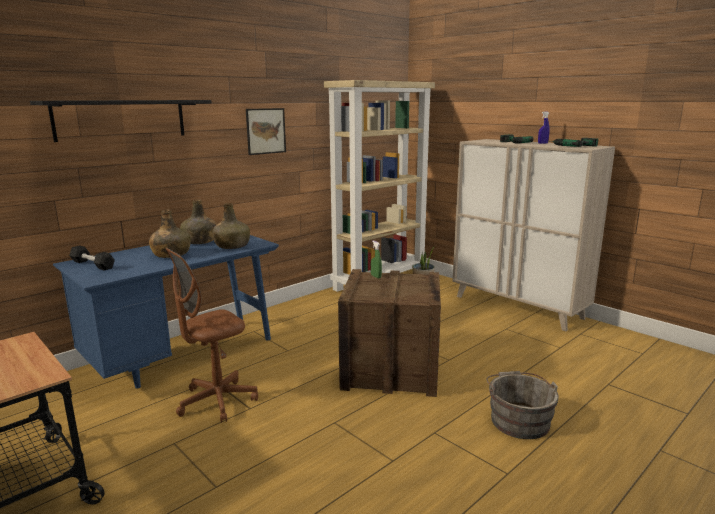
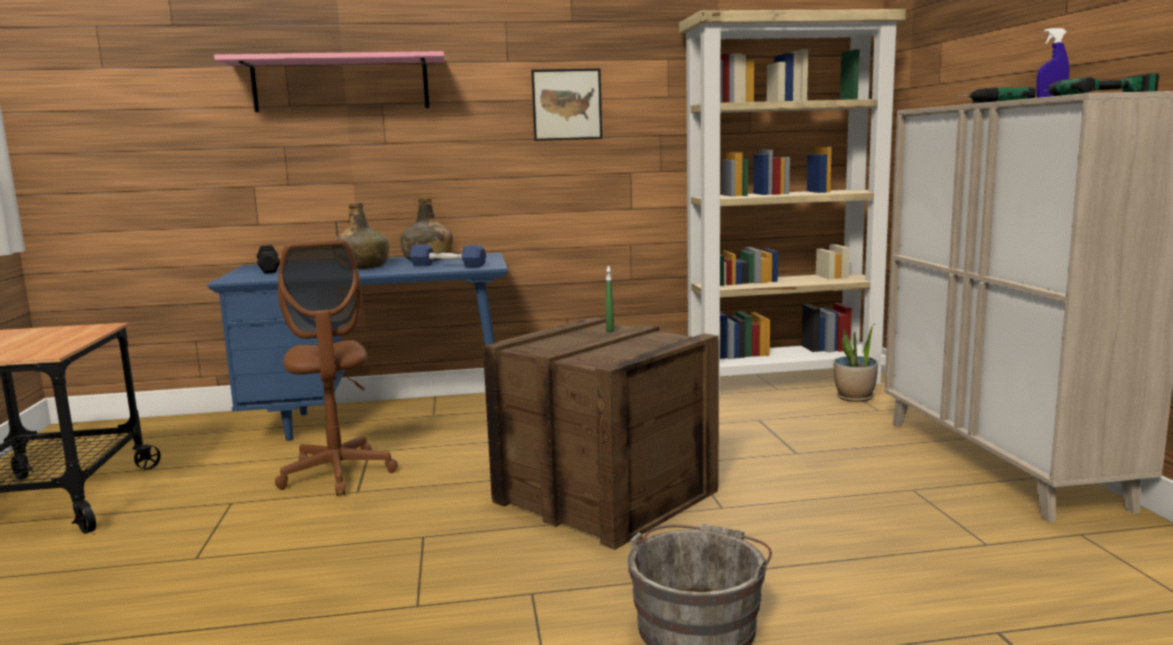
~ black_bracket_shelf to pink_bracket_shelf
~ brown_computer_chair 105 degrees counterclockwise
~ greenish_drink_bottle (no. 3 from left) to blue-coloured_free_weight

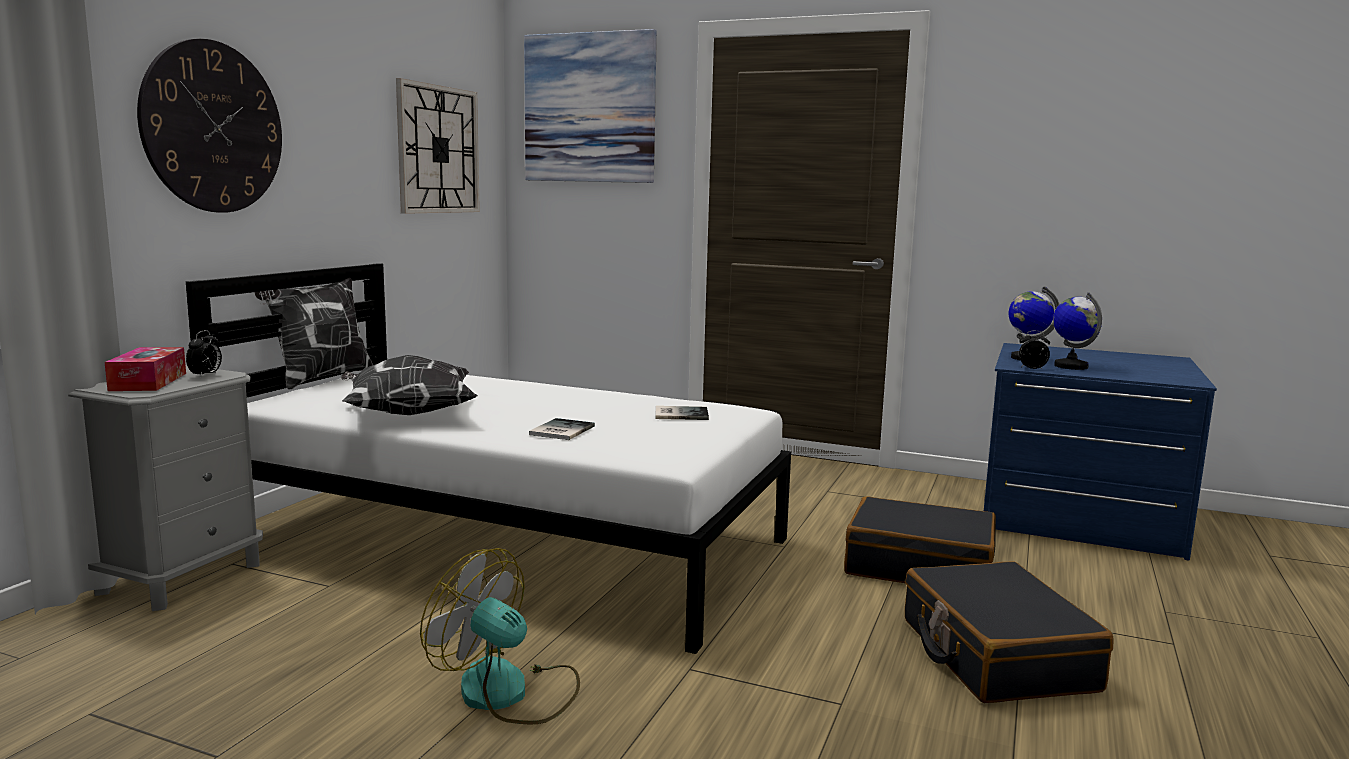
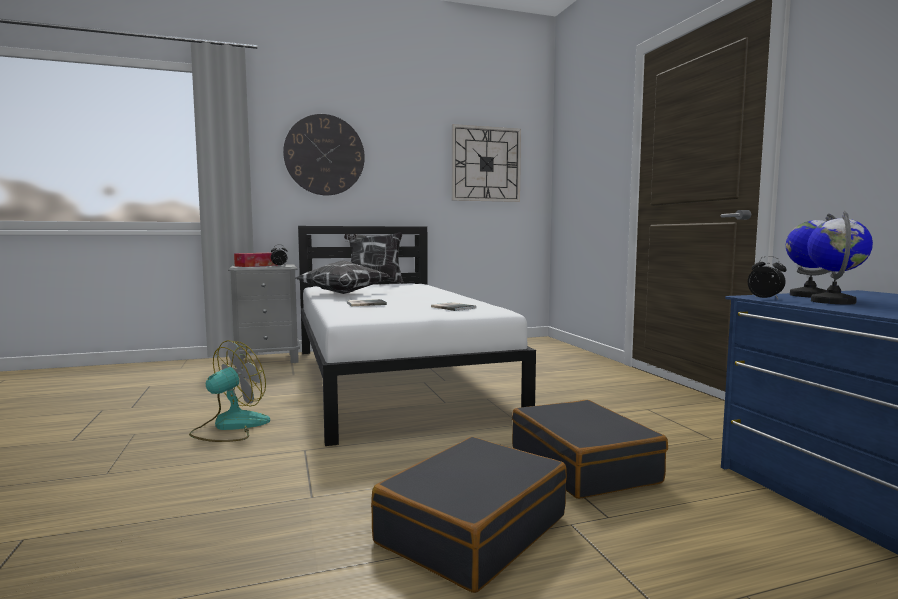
~ fan 45 degrees clockwise
- wall_picture

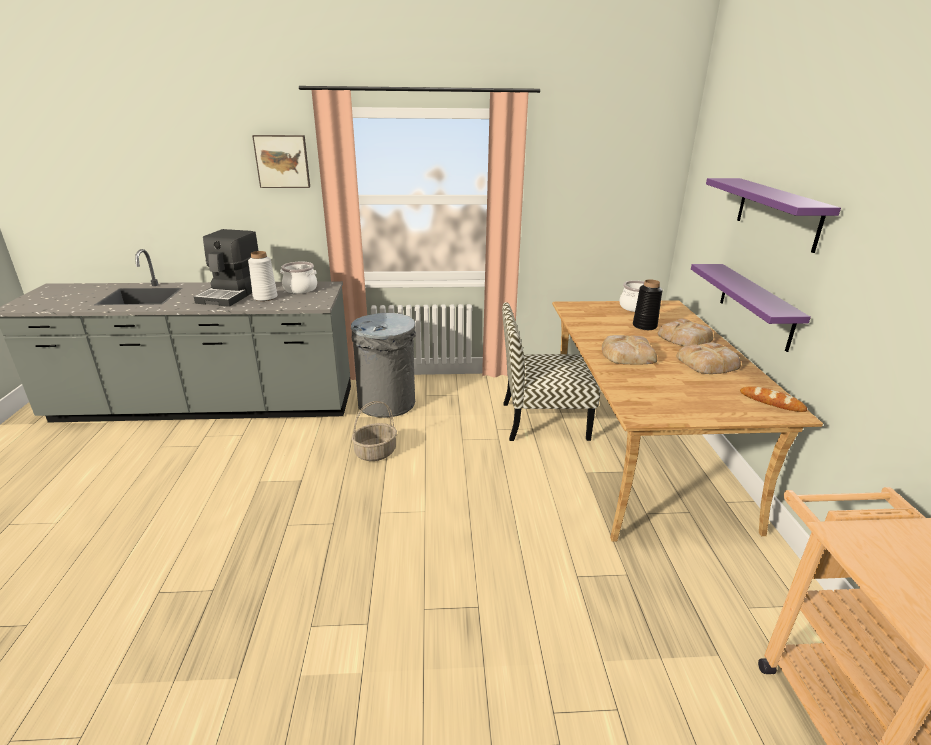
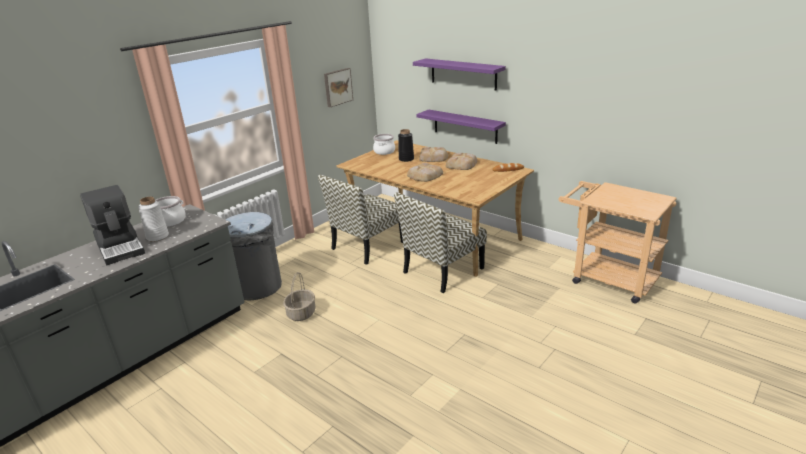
~ wall_picture
+ plain_chair (no. 2 from left)

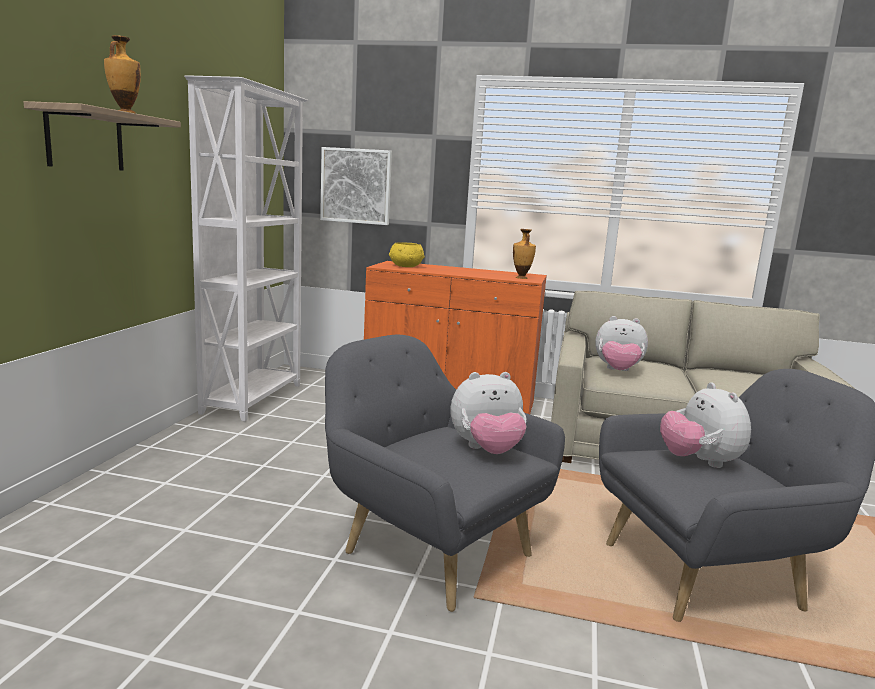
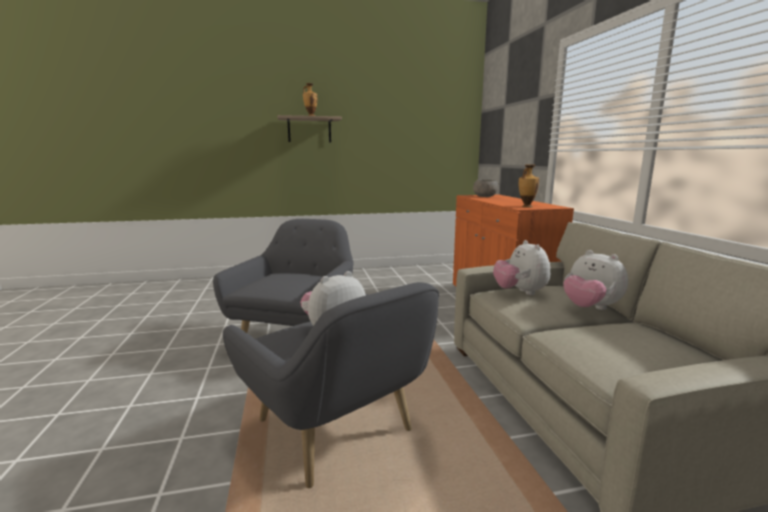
~ yellow-coloured_serving_bowl to gray_serving_bowl
~ cuddly_toy (no. 1 from left in the first image) to cuddly_toy (no. 3 from left)
- whitish_shelving_unit
- wall_picture

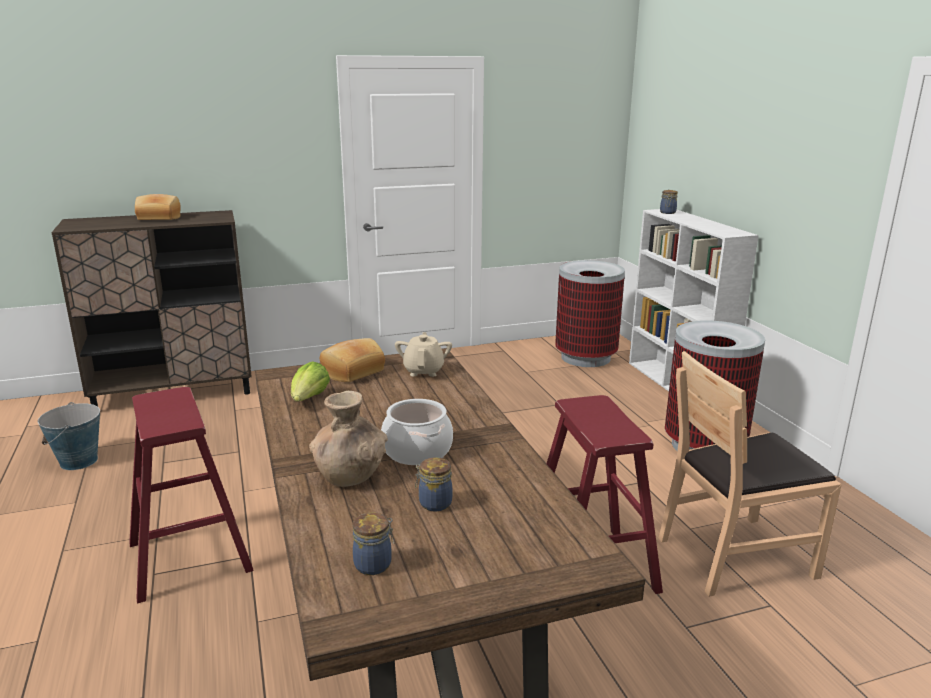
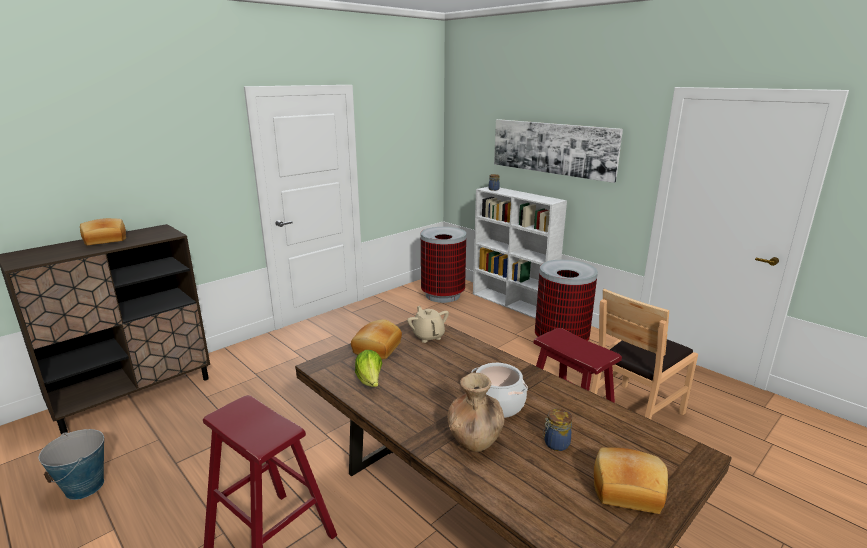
+ wall_picture
+ baked_bread (no. 3 from left)
- jar (no. 1 from left)

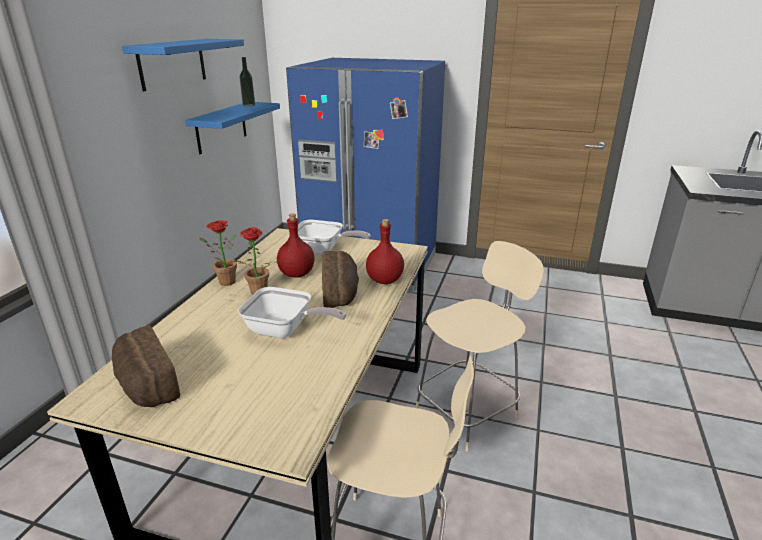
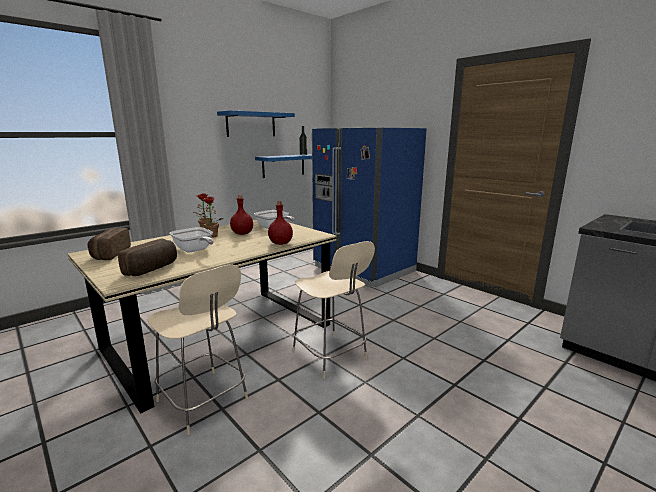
~ baked_bread (no. 2 from left)
~ sand-coloured_plain_chair (no. 2 from left) 60 degrees clockwise

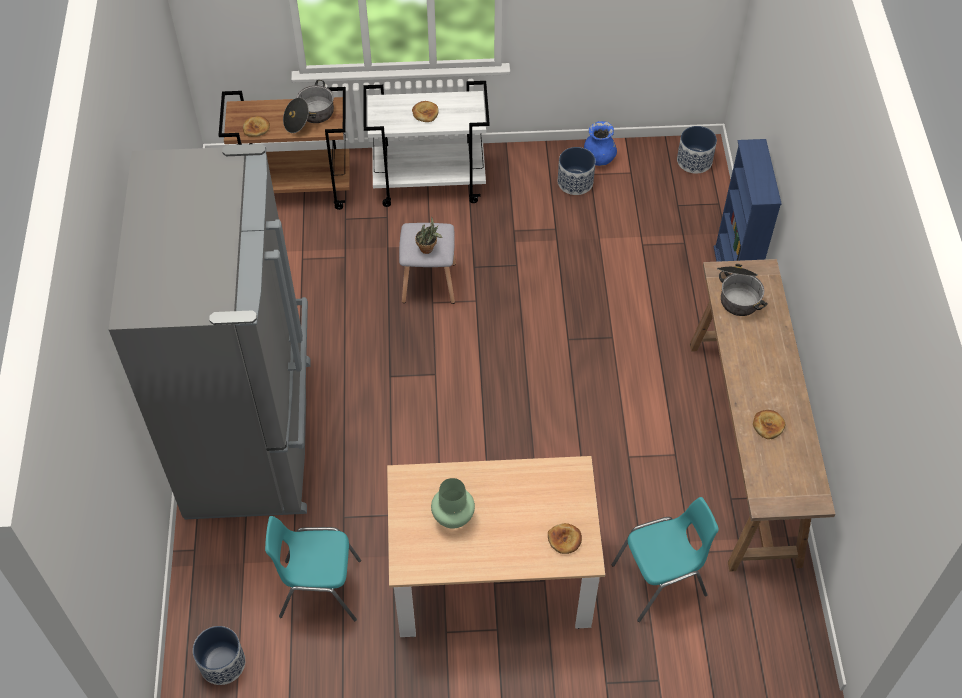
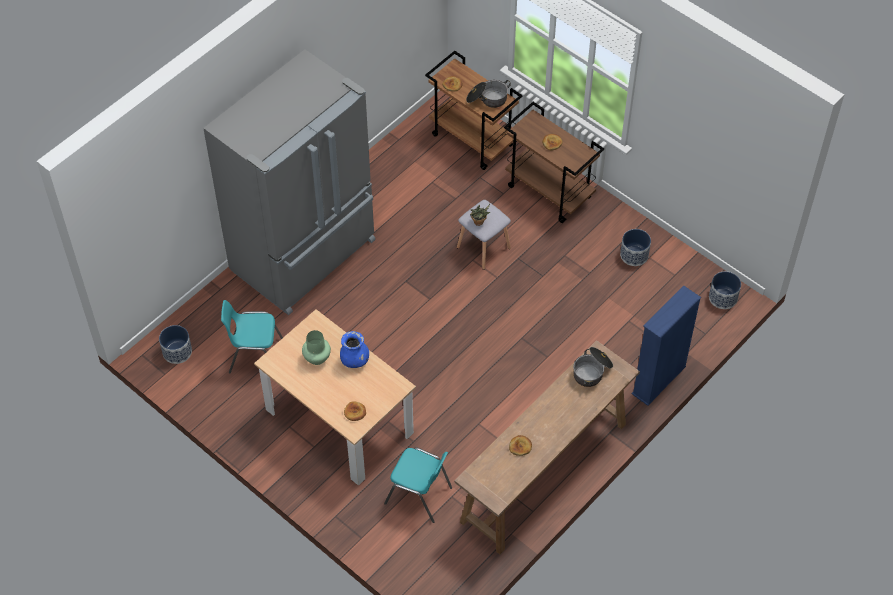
~ turquoise_plain_chair (no. 1 from left) 45 degrees counterclockwise
~ blue-coloured_flower_vase
~ whitish_cart to brown_cart (no. 2 from left)

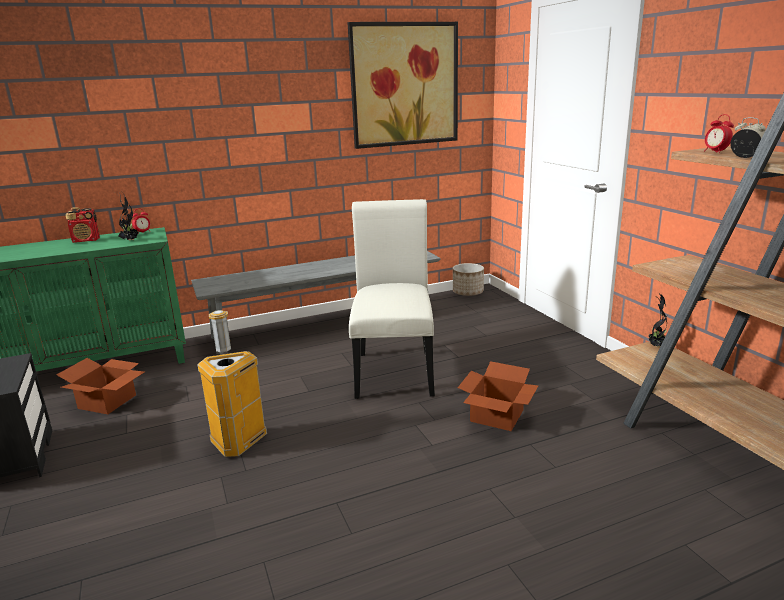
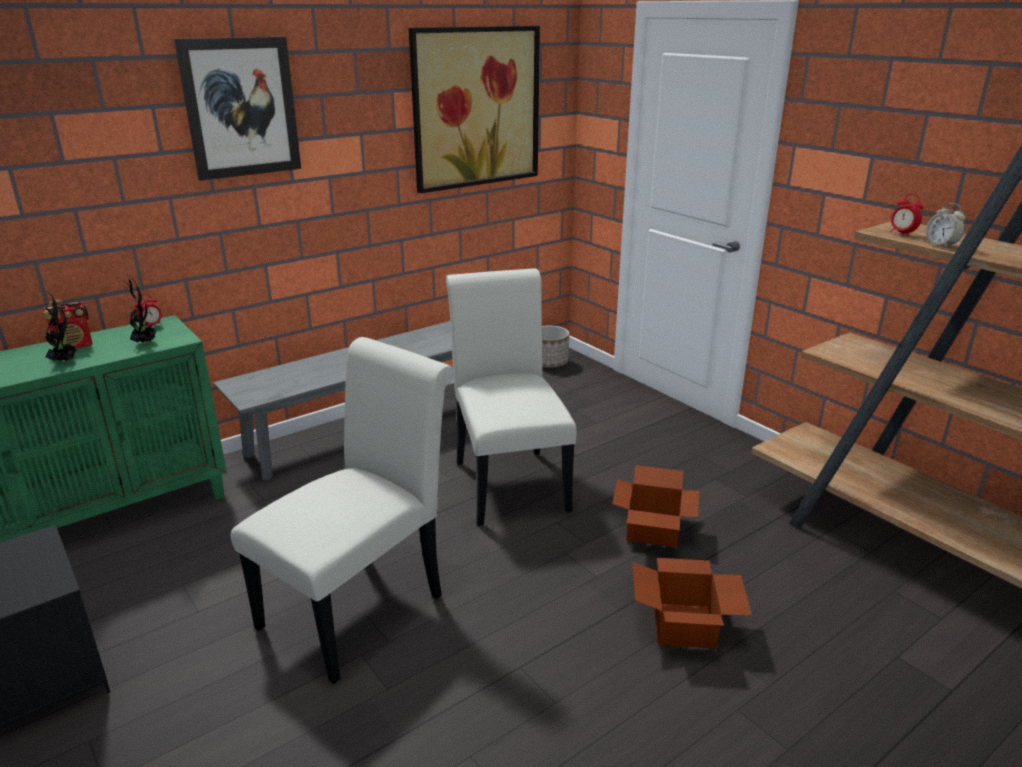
~ potted_plant (no. 2 from left in the first image) to potted_plant (no. 1 from left)
+ wall_picture (no. 1 from left)
~ waste_bin to whitish_plain_chair (no. 1 from left)
~ carton (no. 1 from left in the first image) to carton (no. 2 from left)
~ table_clock (no. 3 from left) 150 degrees counterclockwise

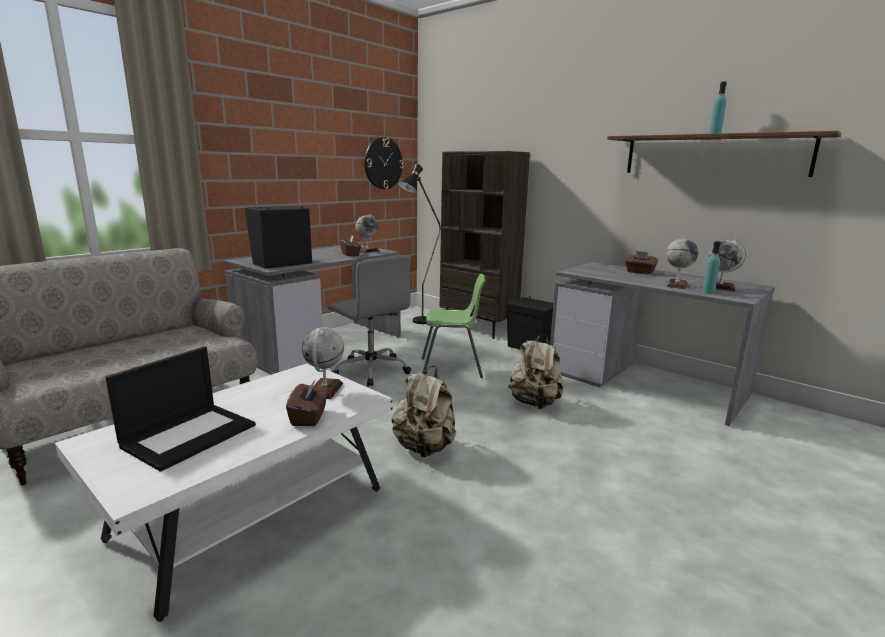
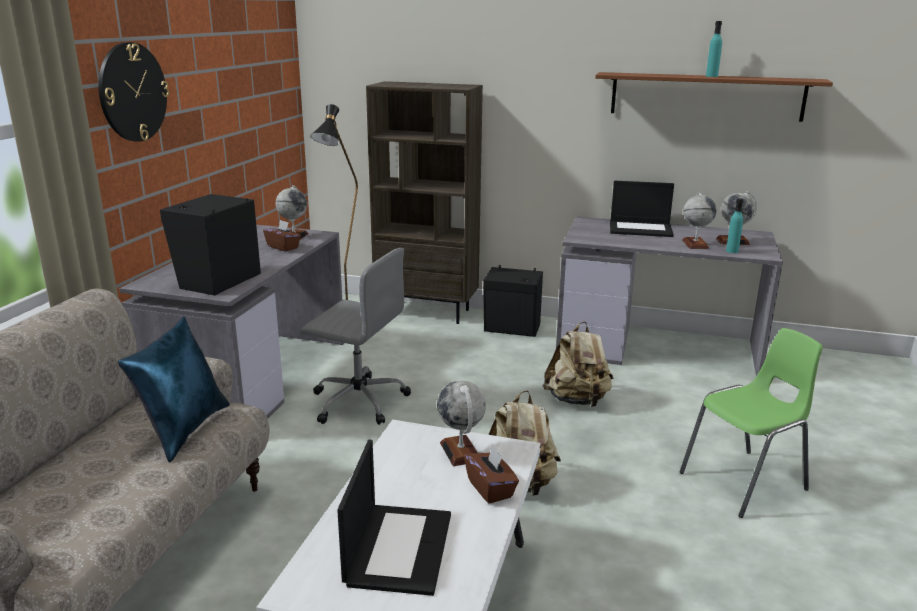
~ wall_clock
+ blue-coloured_throw_pillow
~ brown_tissue_box (no. 3 from left) to portable_computer (no. 2 from left)
~ greenish_plain_chair

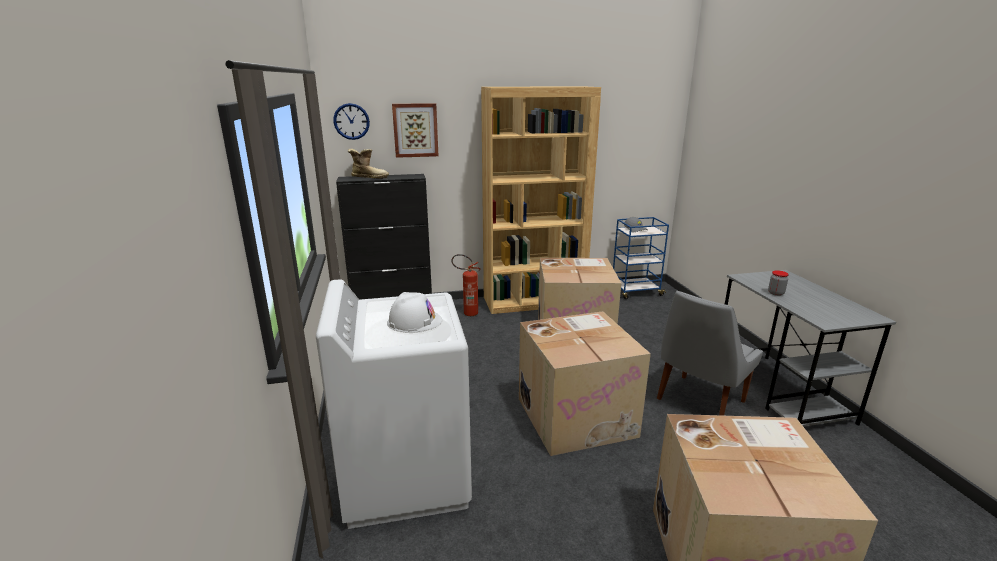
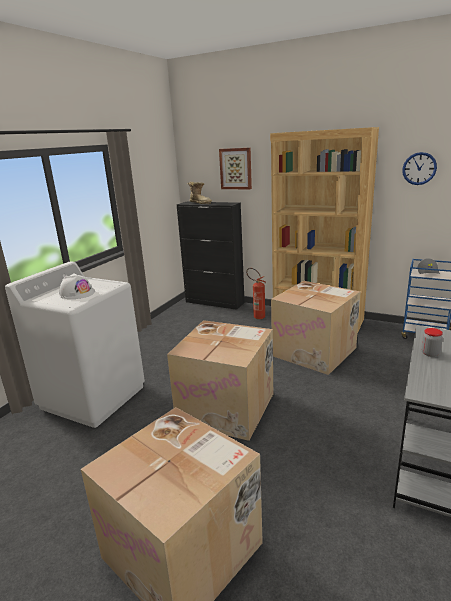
~ wall_clock
- gray_plain_chair

